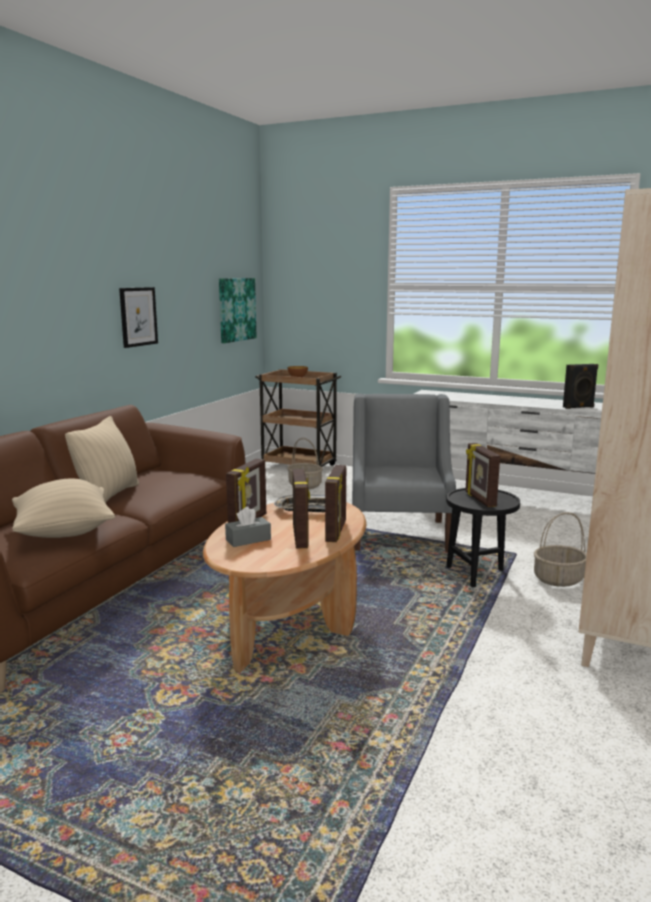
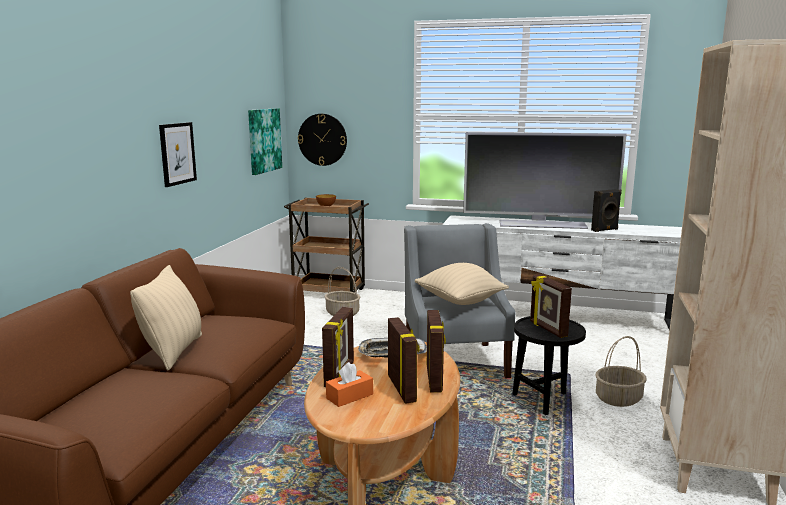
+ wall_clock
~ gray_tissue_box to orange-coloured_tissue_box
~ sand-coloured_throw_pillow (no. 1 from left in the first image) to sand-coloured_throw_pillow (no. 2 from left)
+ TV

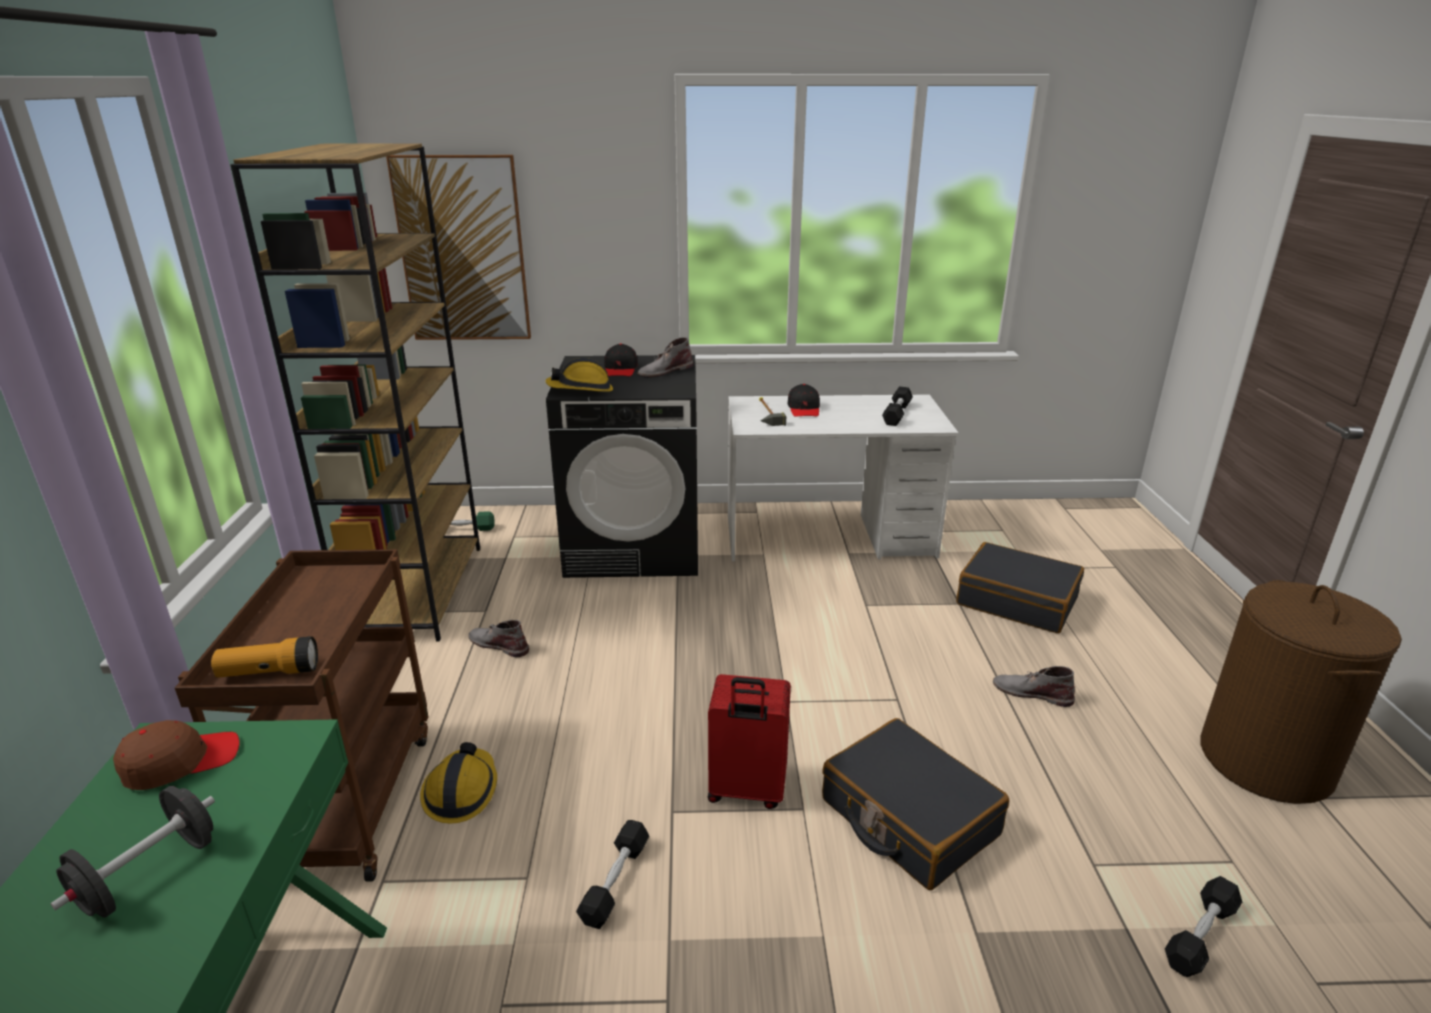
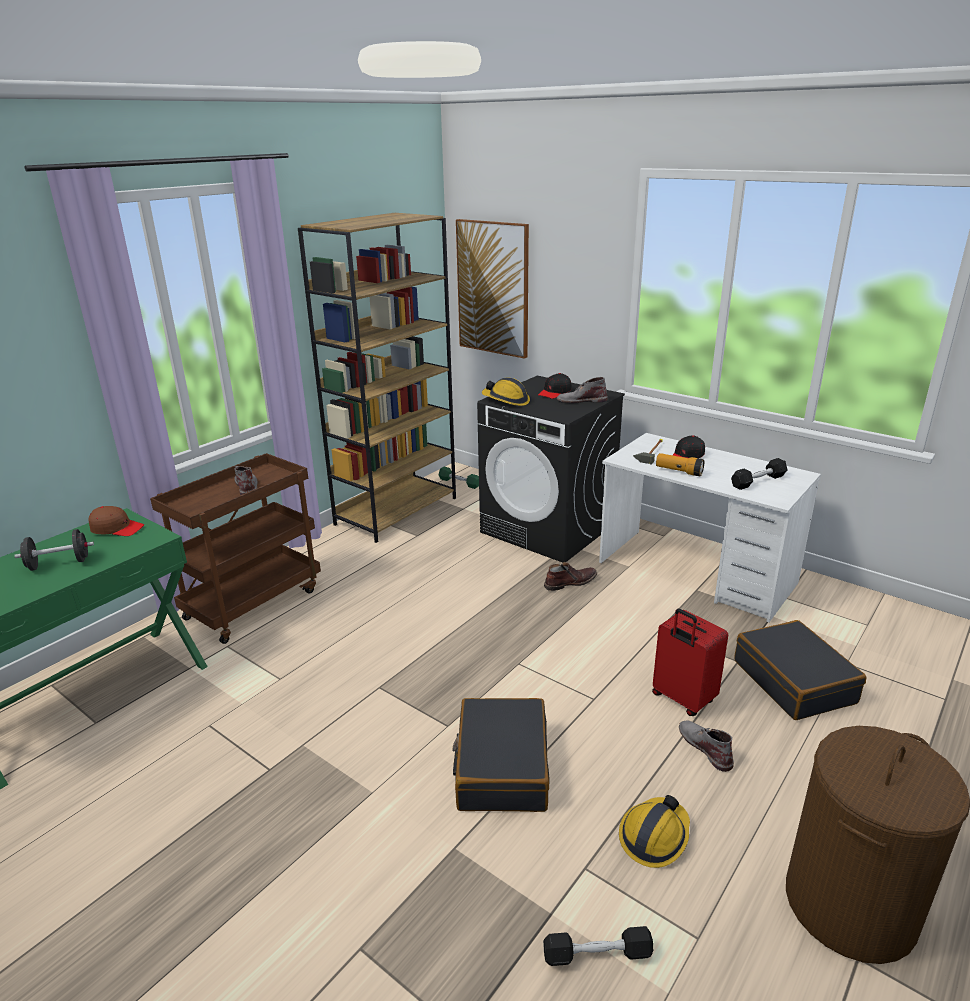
~ gray_tall_boot (no. 1 from left)
+ brown_tall_boot
~ work_helmet (no. 1 from left in the first image) to work_helmet (no. 2 from left)
~ red-coloured_suitcase
~ hand_torch
- black_free_weight (no. 2 from left)

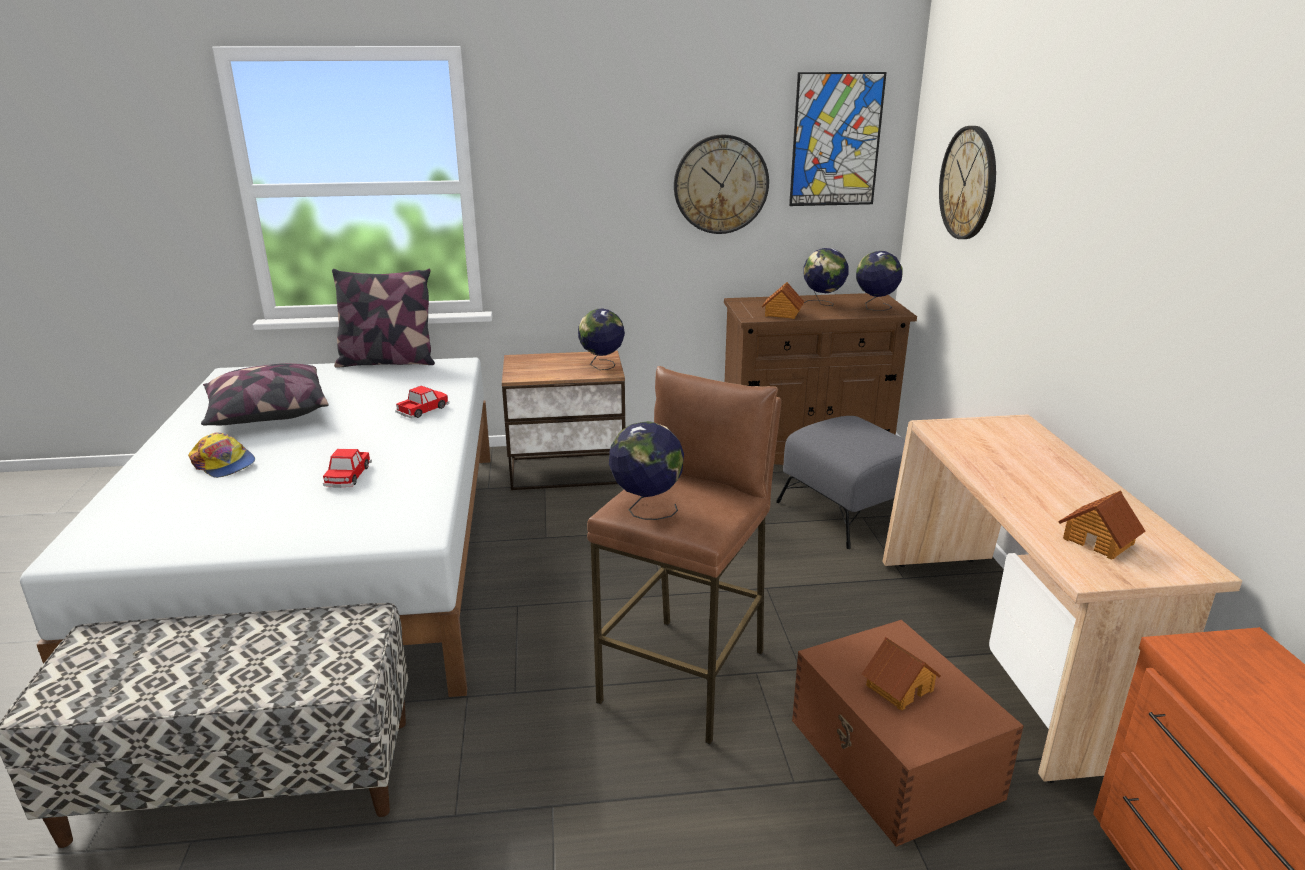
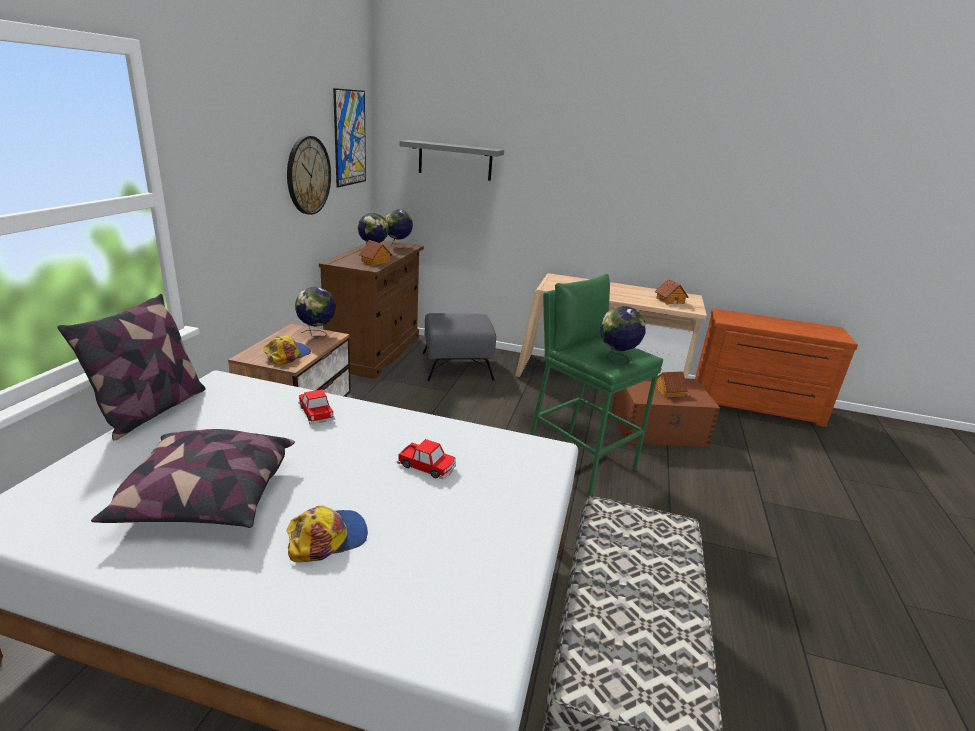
+ peaked_cap (no. 1 from left)
~ wall_clock (no. 2 from left) to gray_bracket_shelf
~ brown_stool to greenish_stool

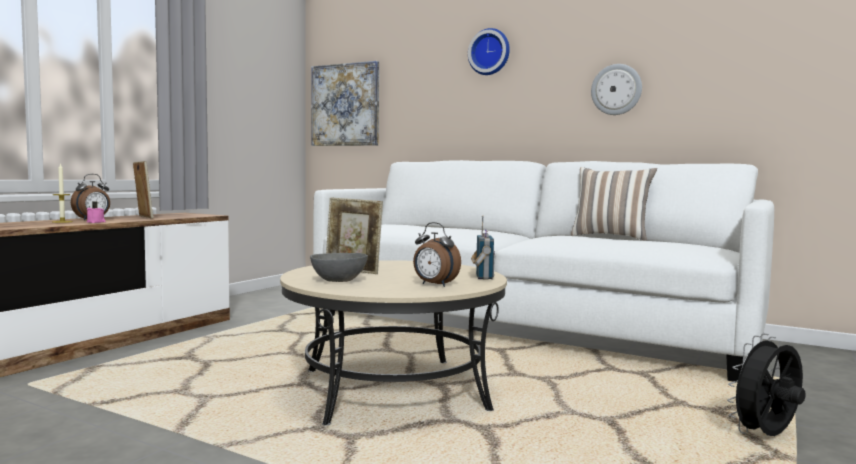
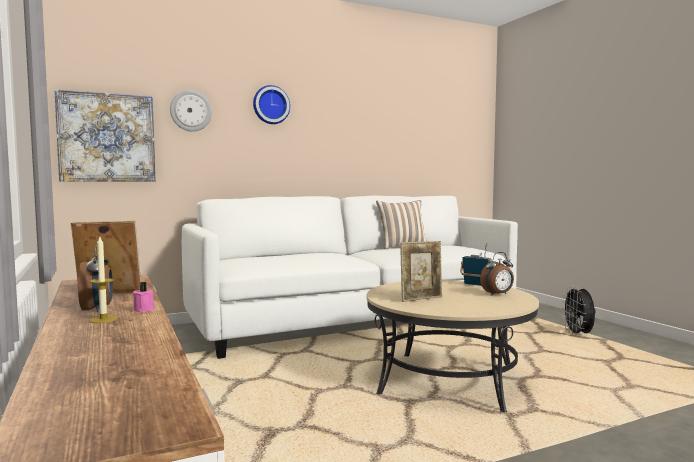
~ wall_clock (no. 2 from left in the first image) to wall_clock (no. 1 from left)
- gray_serving_bowl

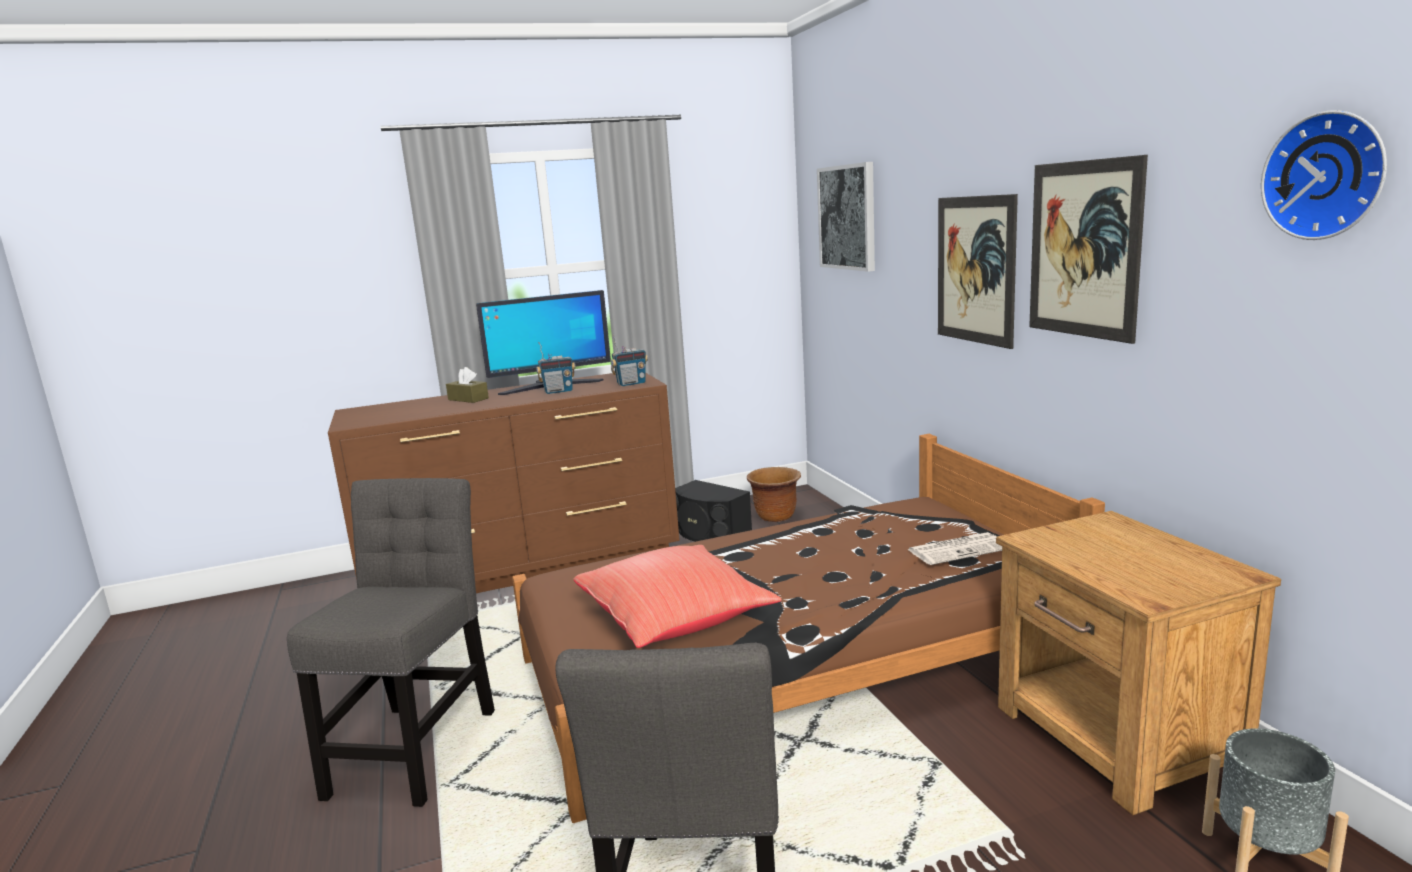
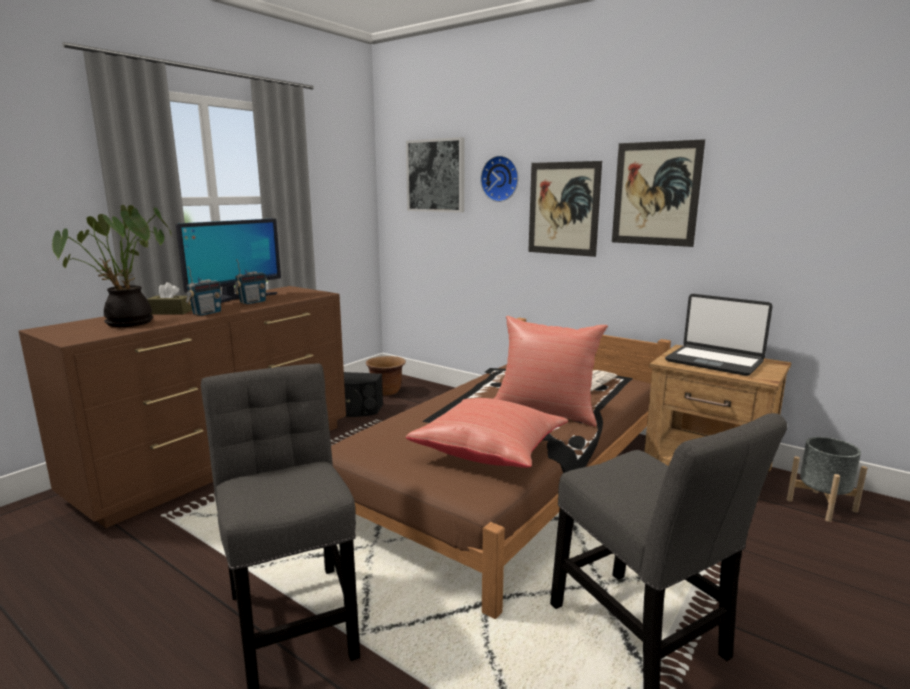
+ potted_plant
~ radio (no. 2 from left in the first image) to radio (no. 1 from left)
~ wall_clock
+ red-coloured_throw_pillow (no. 2 from left)
+ portable_computer

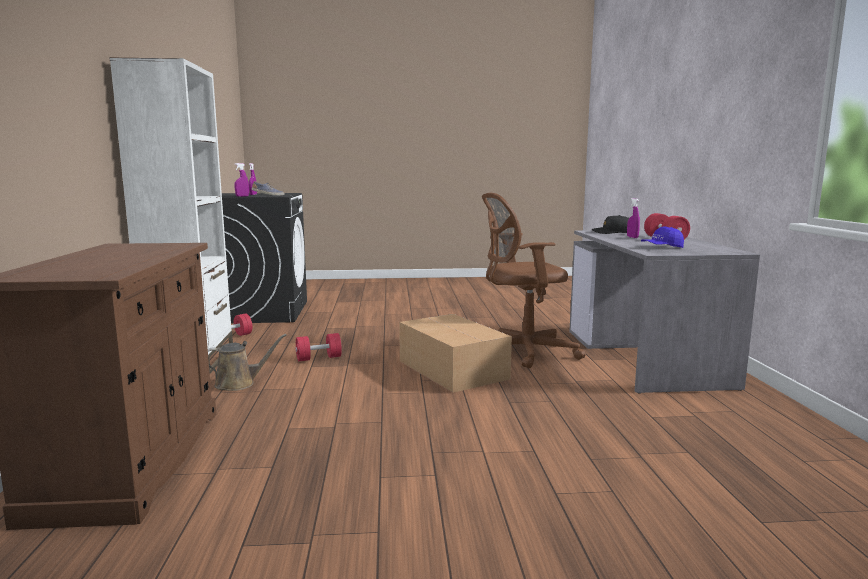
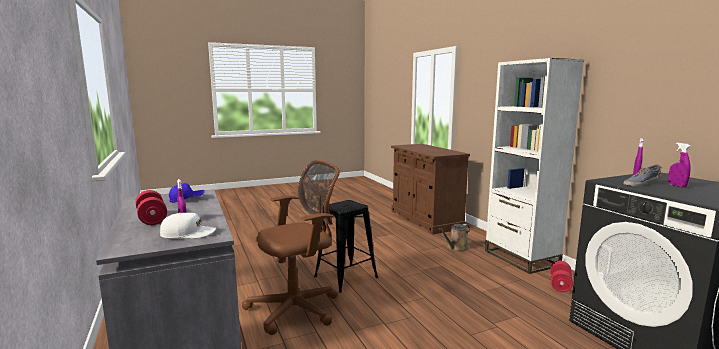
~ black_peaked_cap to whitish_peaked_cap
~ carton to black_stool
- red-coloured_free_weight (no. 2 from left)

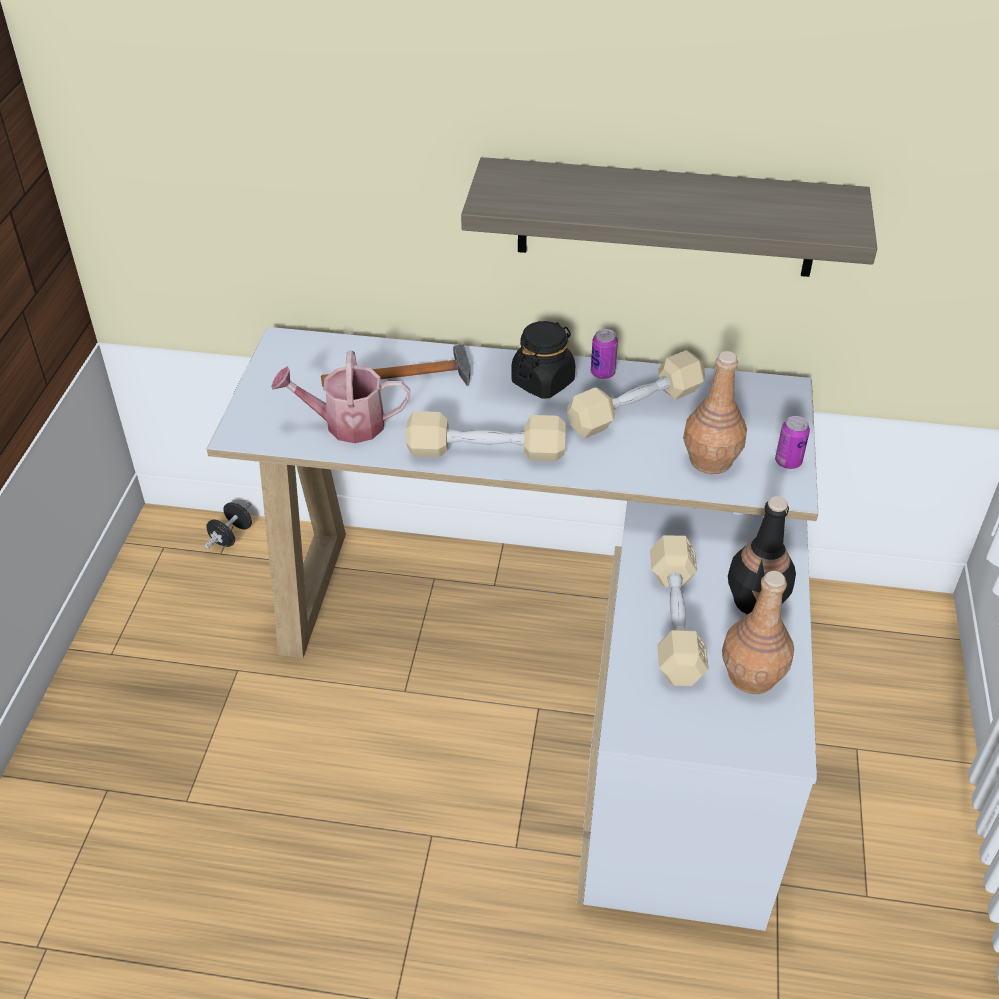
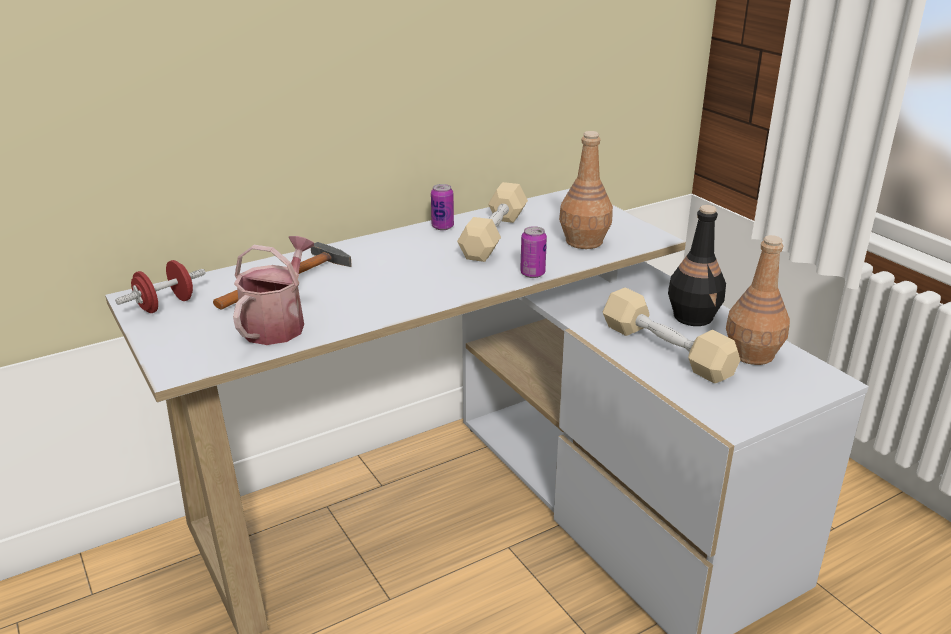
+ red-coloured_free_weight
~ watering_pot 150 degrees clockwise
~ metal_can (no. 2 from left)
- black_free_weight
- sand-coloured_free_weight (no. 1 from left)
- bracket_shelf
- black_jar

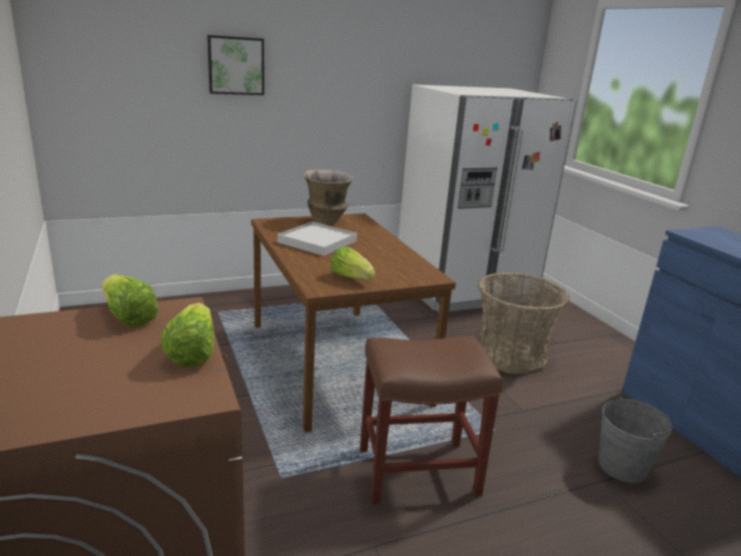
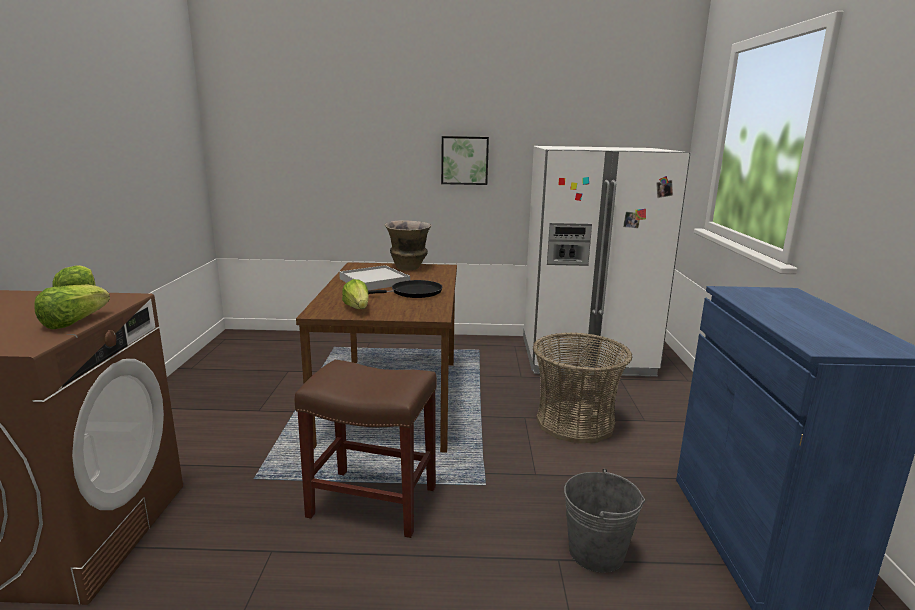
+ black_frying_pan
~ wall_picture

